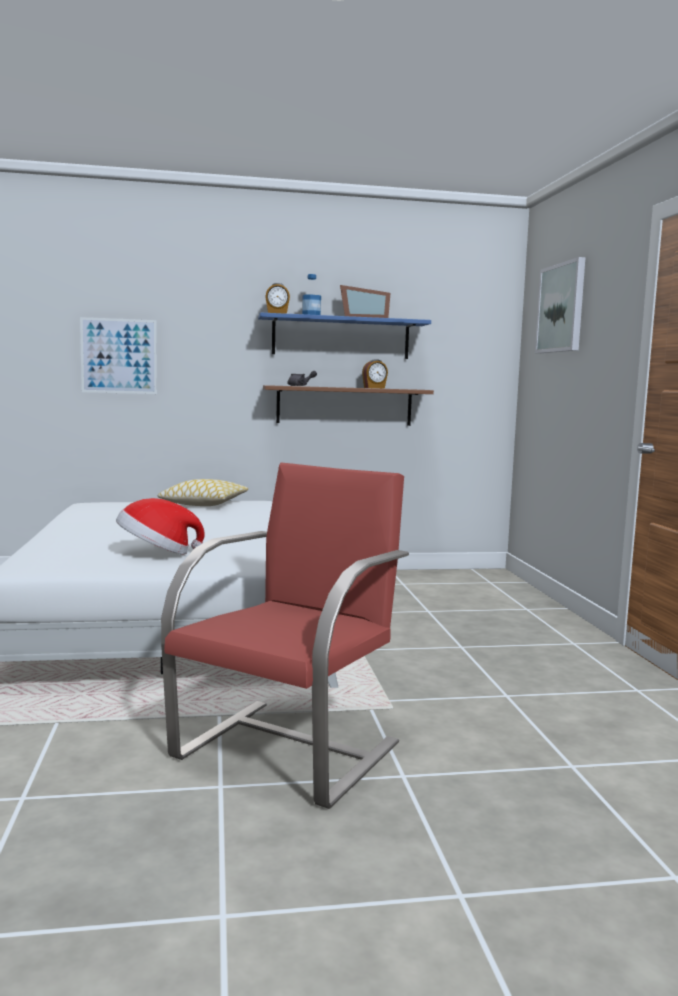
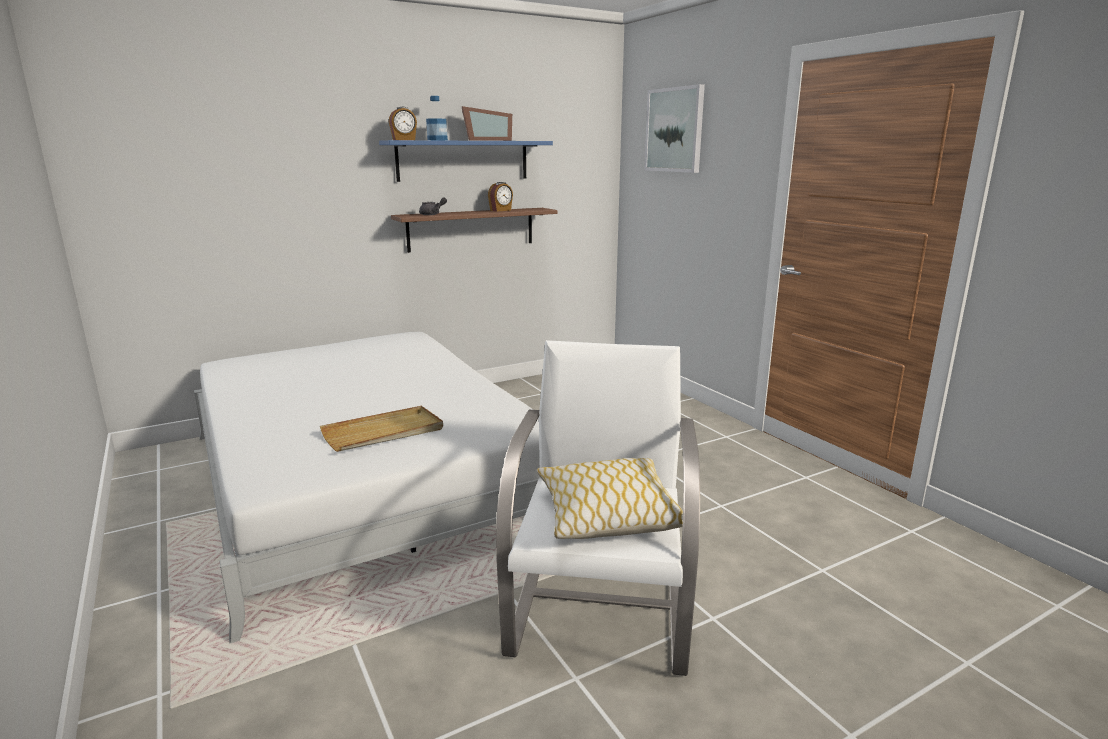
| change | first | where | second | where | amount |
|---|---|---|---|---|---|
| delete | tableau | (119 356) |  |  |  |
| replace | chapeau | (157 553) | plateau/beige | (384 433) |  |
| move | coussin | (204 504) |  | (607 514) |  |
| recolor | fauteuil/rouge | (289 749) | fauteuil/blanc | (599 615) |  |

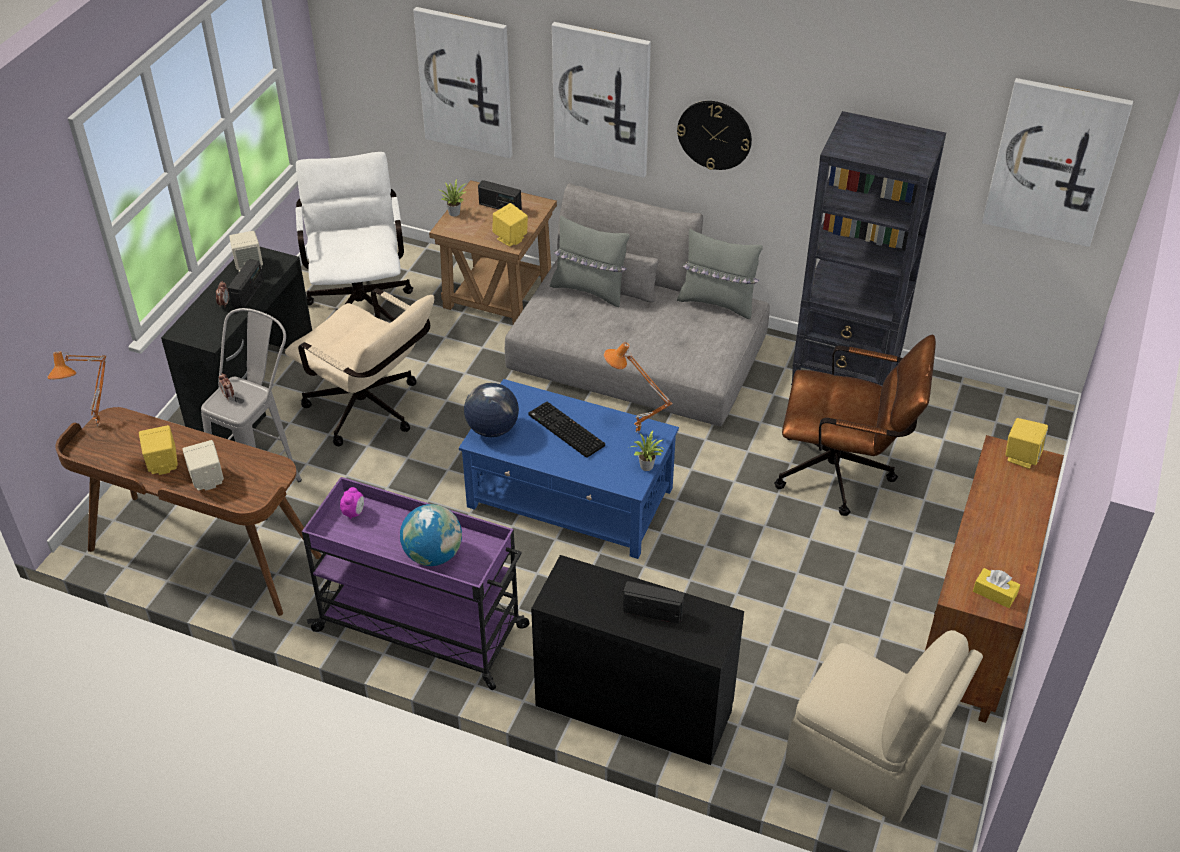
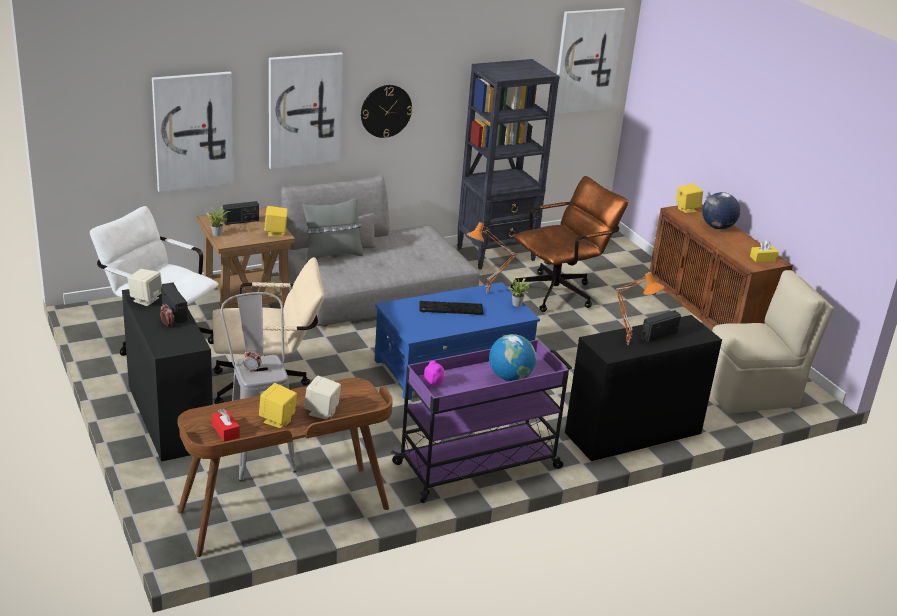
| change | first | where | second | where | amount |
|---|---|---|---|---|---|
| move | lampe de table/orange | (100 425) |  | (629 344) |  |
| move | globe | (492 429) |  | (717 227) |  |
| delete | coussin/gris | (717 303) |  |  |  |
| insert |  |  | boîte à mouchoirs/rouge | (225 431) |  |

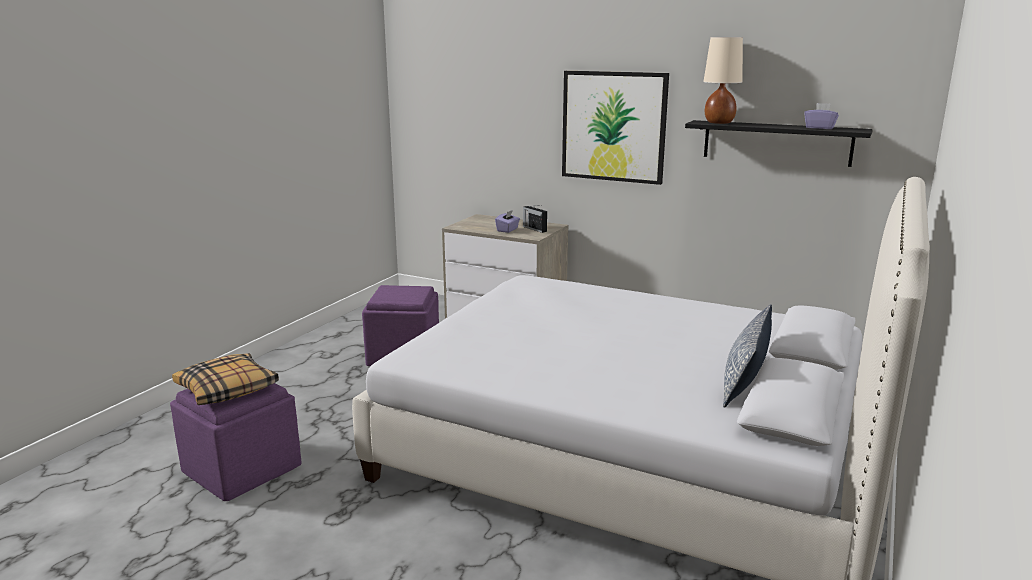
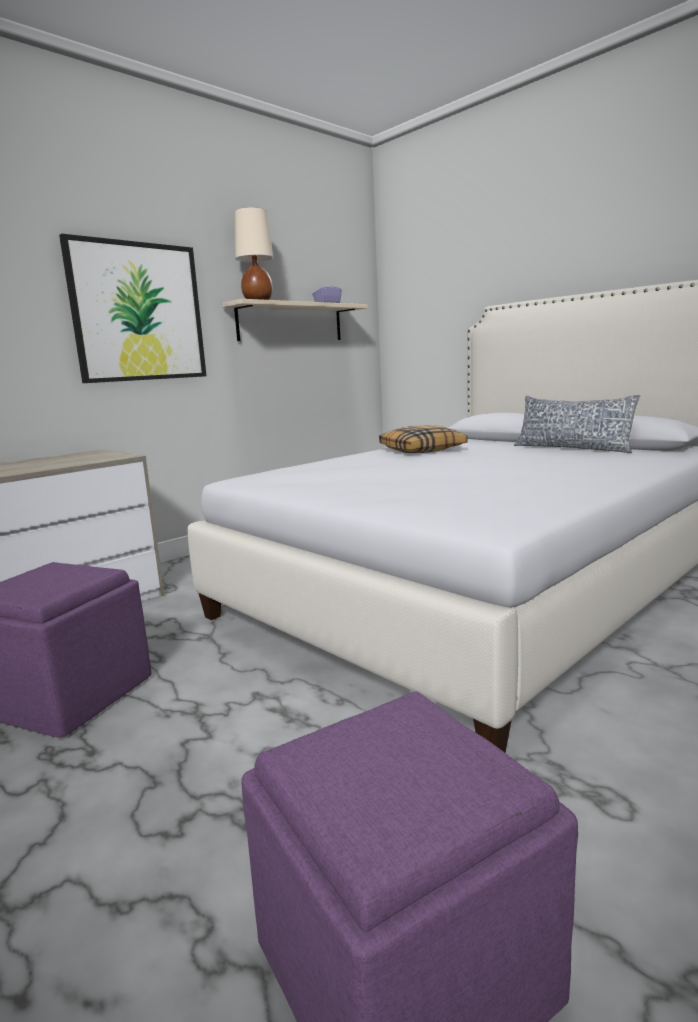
| change | first | where | second | where | amount |
|---|---|---|---|---|---|
| move | coussin | (227 390) |  | (422 450) |  |
| delete | boîte à mouchoirs/violet | (507 230) |  |  |  |
| delete | radio | (534 229) |  |  |  |
| recolor | étagère/noir | (776 143) | étagère/beige | (291 323) |  |

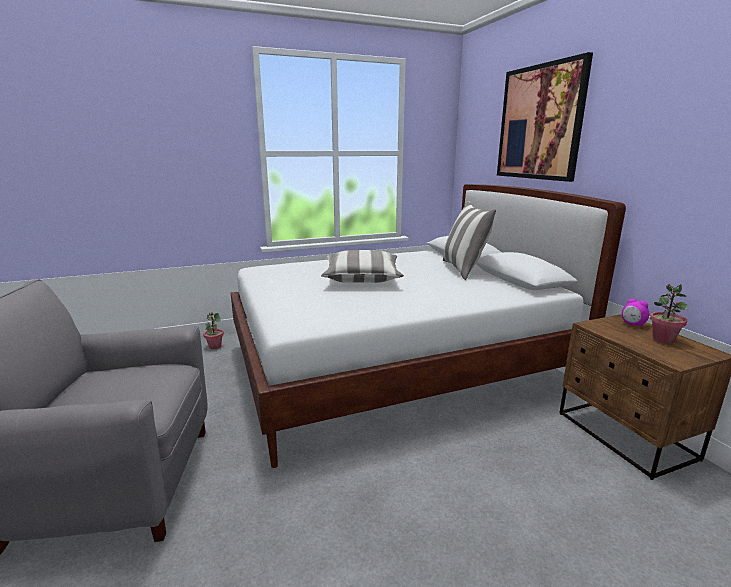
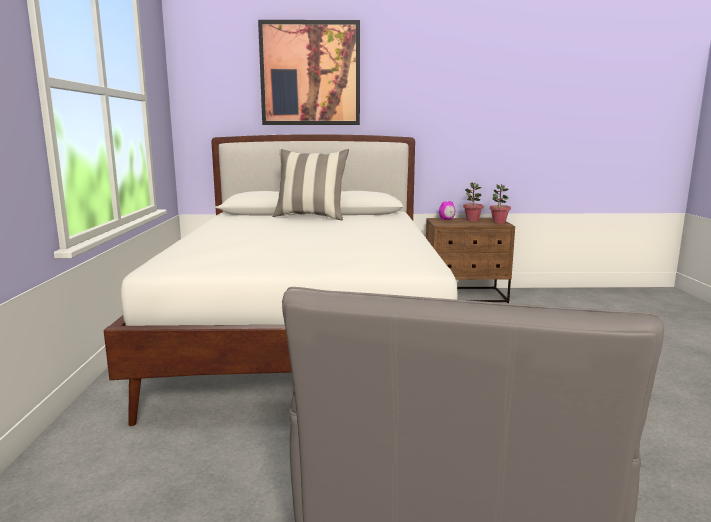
| change | first | where | second | where | amount |
|---|---|---|---|---|---|
| move | plante en pot | (215 346) |  | (499 222) |  |
| delete | coussin | (362 279) |  |  |  |

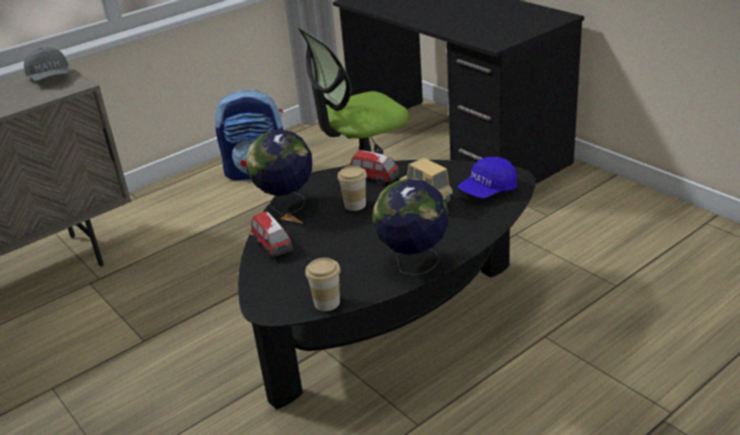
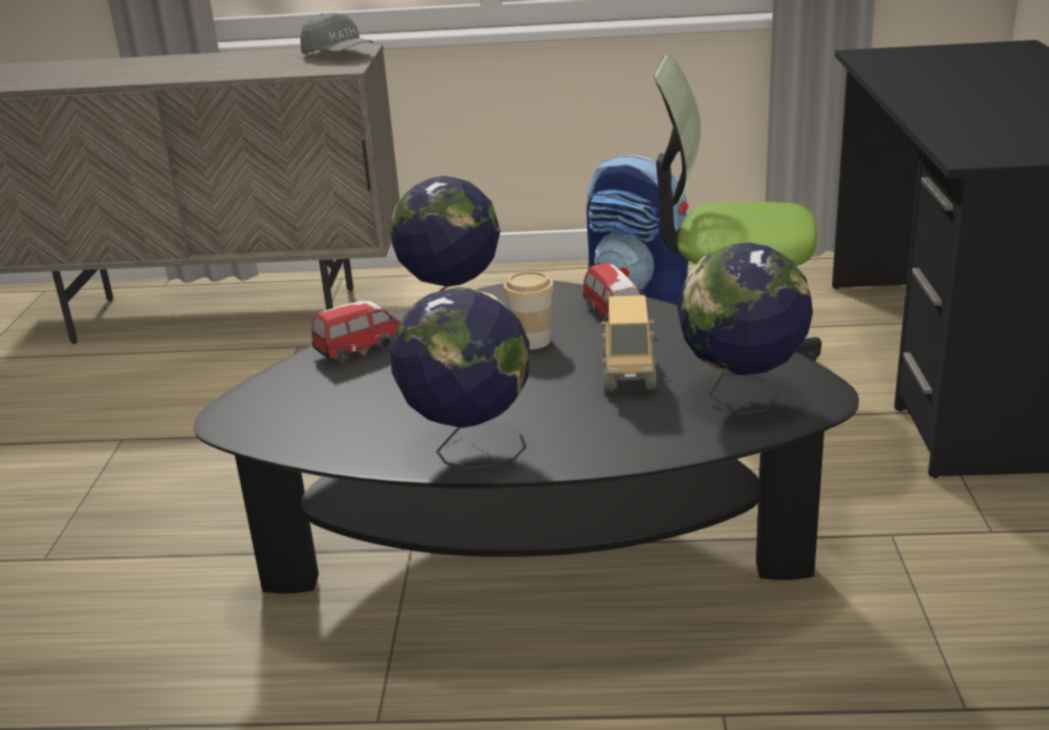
| change | first | where | second | where | amount |
|---|---|---|---|---|---|
| rotate | casquette/gris | (50 78) |  | (338 55) | 60 degrees counterclockwise |
| rotate | petite voiture | (273 246) |  | (359 349) | 135 degrees counterclockwise |
| delete | tasse | (327 303) |  |  |  |
| replace | casquette/bleu | (487 191) | globe | (741 399) |  |

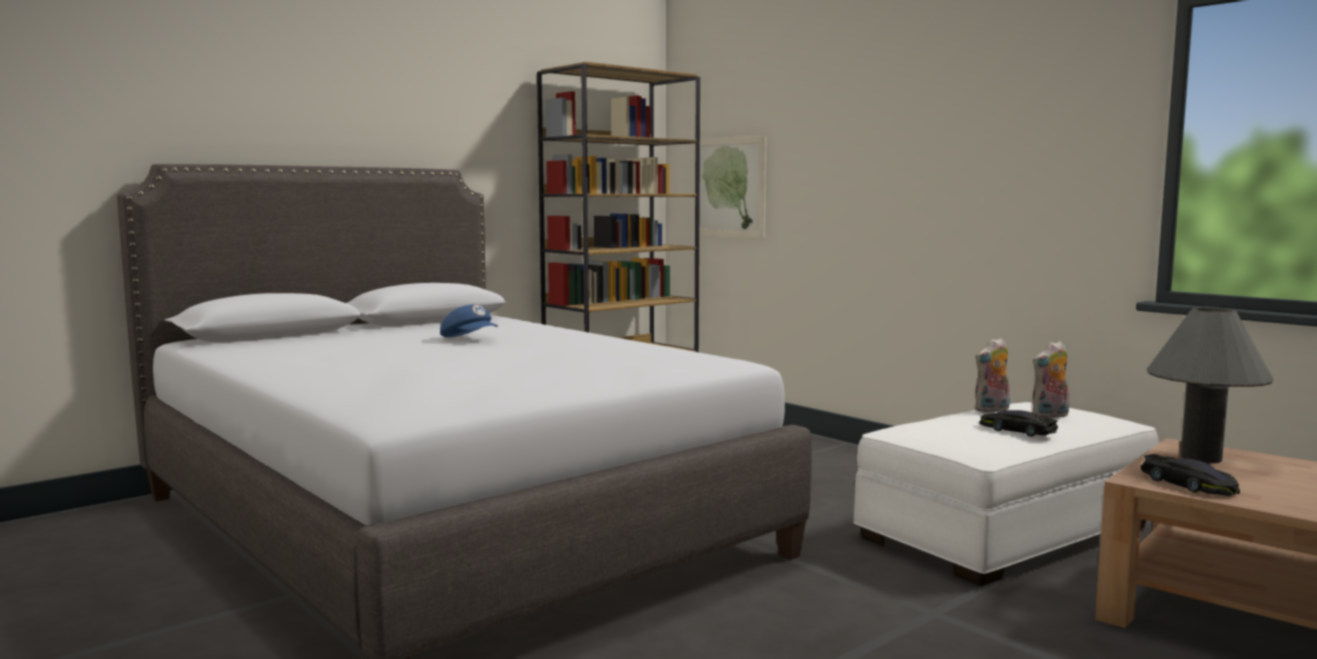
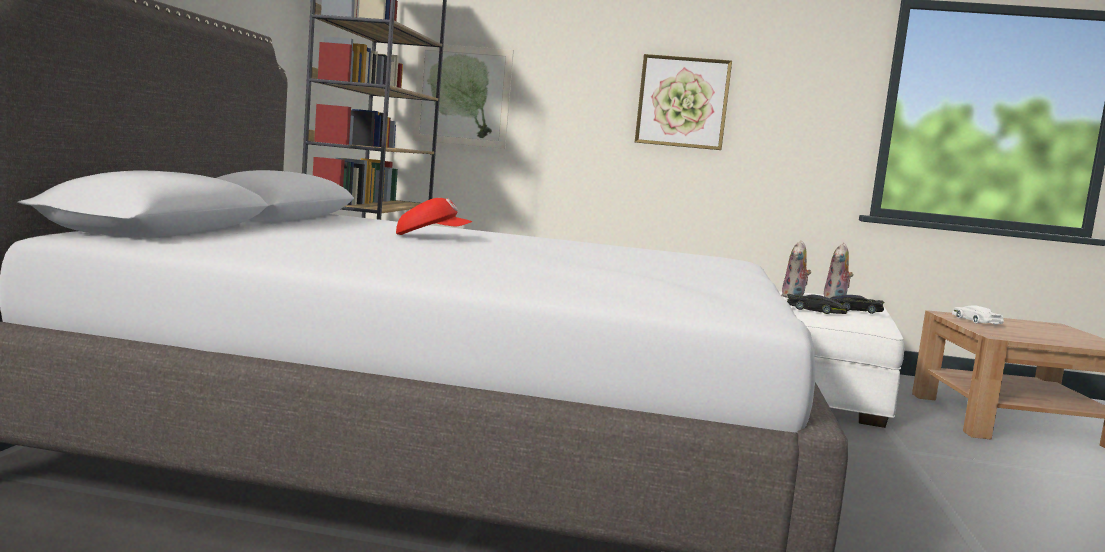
| change | first | where | second | where | amount |
|---|---|---|---|---|---|
| recolor | casquette/bleu | (470 339) | casquette/rouge | (432 237) |  |
| move | petite voiture/noir | (1189 484) |  | (815 310) |  |
| replace | lampe de table/gris | (1201 458) | petite voiture/blanc | (975 321) |  |
| insert |  |  | tableau | (682 102) |  |

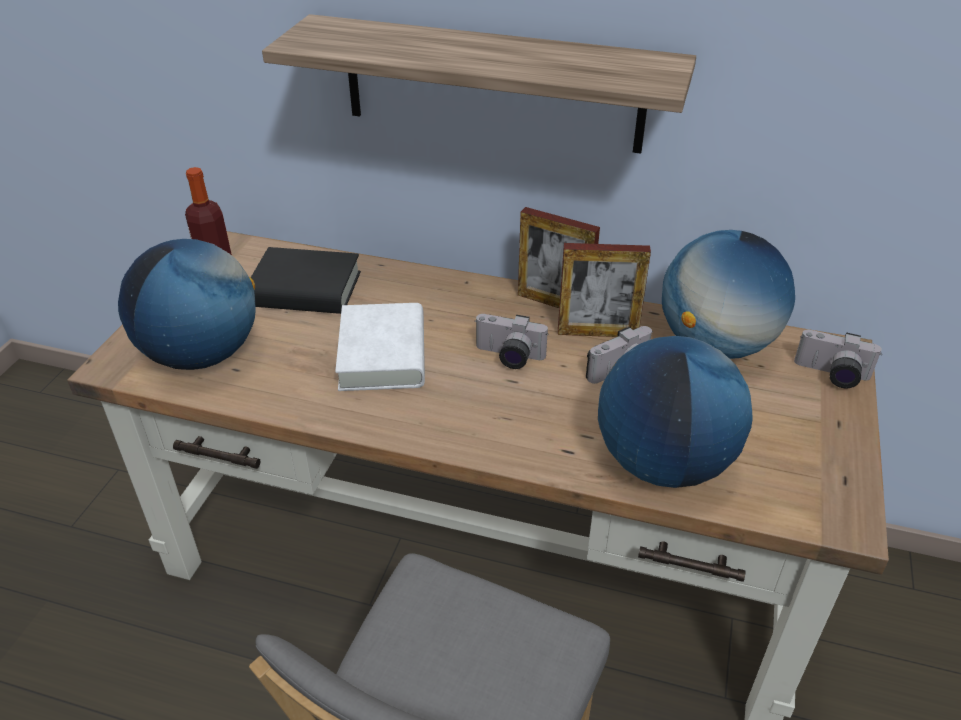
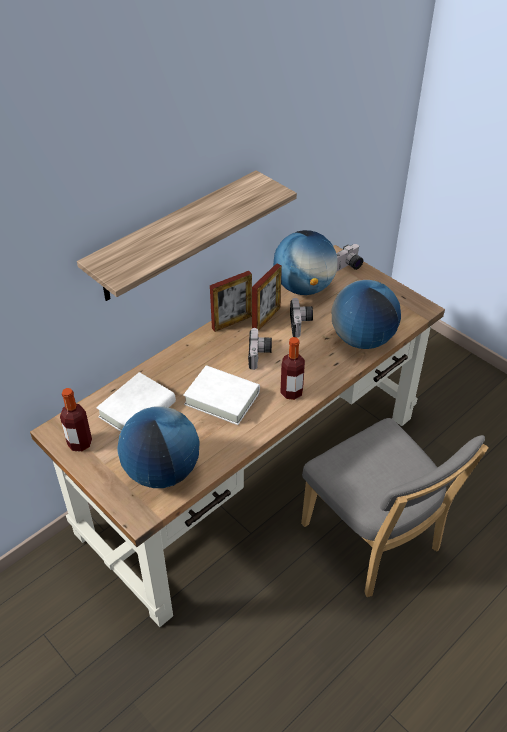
| change | first | where | second | where | amount |
|---|---|---|---|---|---|
| recolor | livre/noir | (305 290) | livre/blanc | (137 410) |  |
| rotate | appareil photo | (508 357) |  | (260 355) | 45 degrees counterclockwise |
| insert |  |  | bouteille | (291 392) |  |

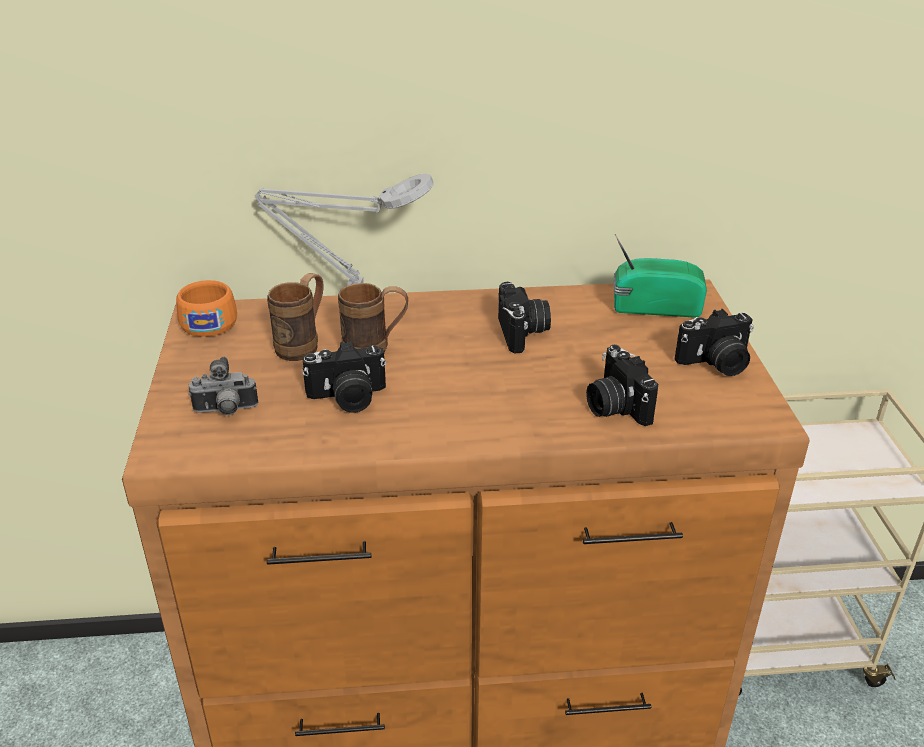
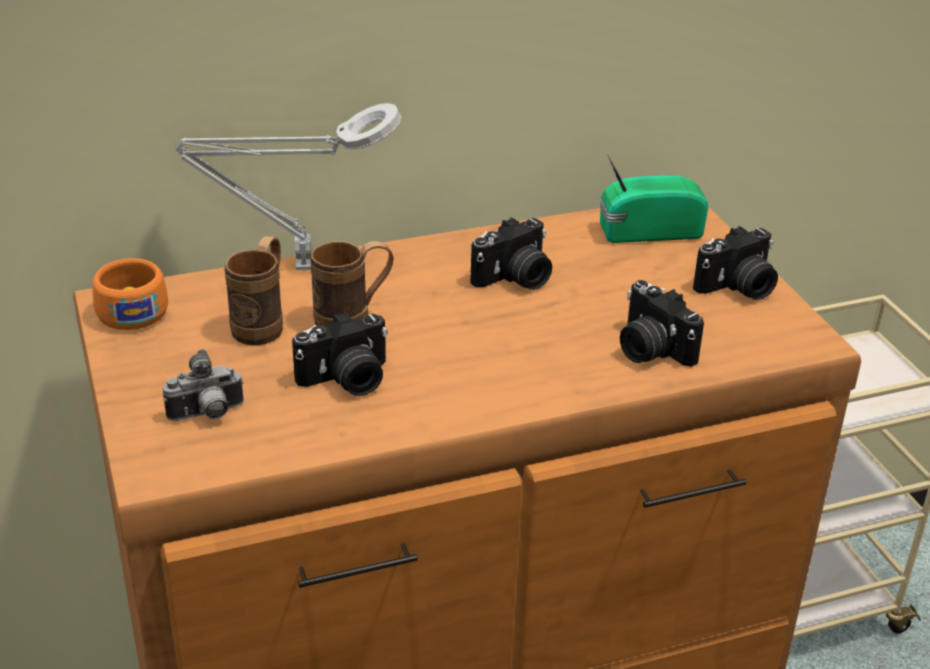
| change | first | where | second | where | amount |
|---|---|---|---|---|---|
| rotate | appareil photo | (523 333) |  | (515 279) | 75 degrees clockwise |

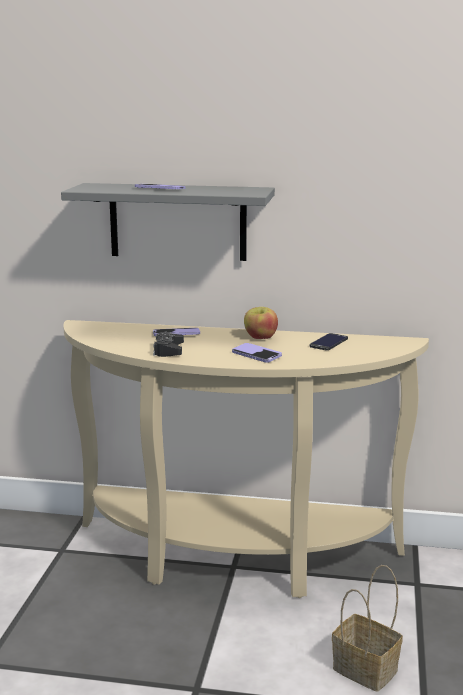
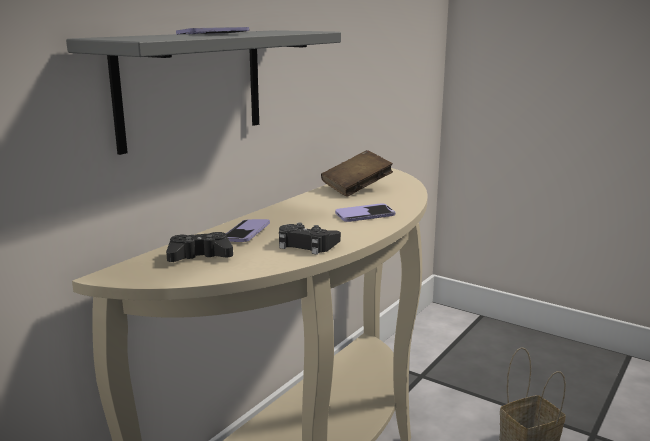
| change | first | where | second | where | amount |
|---|---|---|---|---|---|
| delete | pomme | (260 338) |  |  |  |
| replace | téléphone | (328 342) | livre/marron | (356 188) |  |
| insert |  |  | manette/noir | (200 256) |  |

